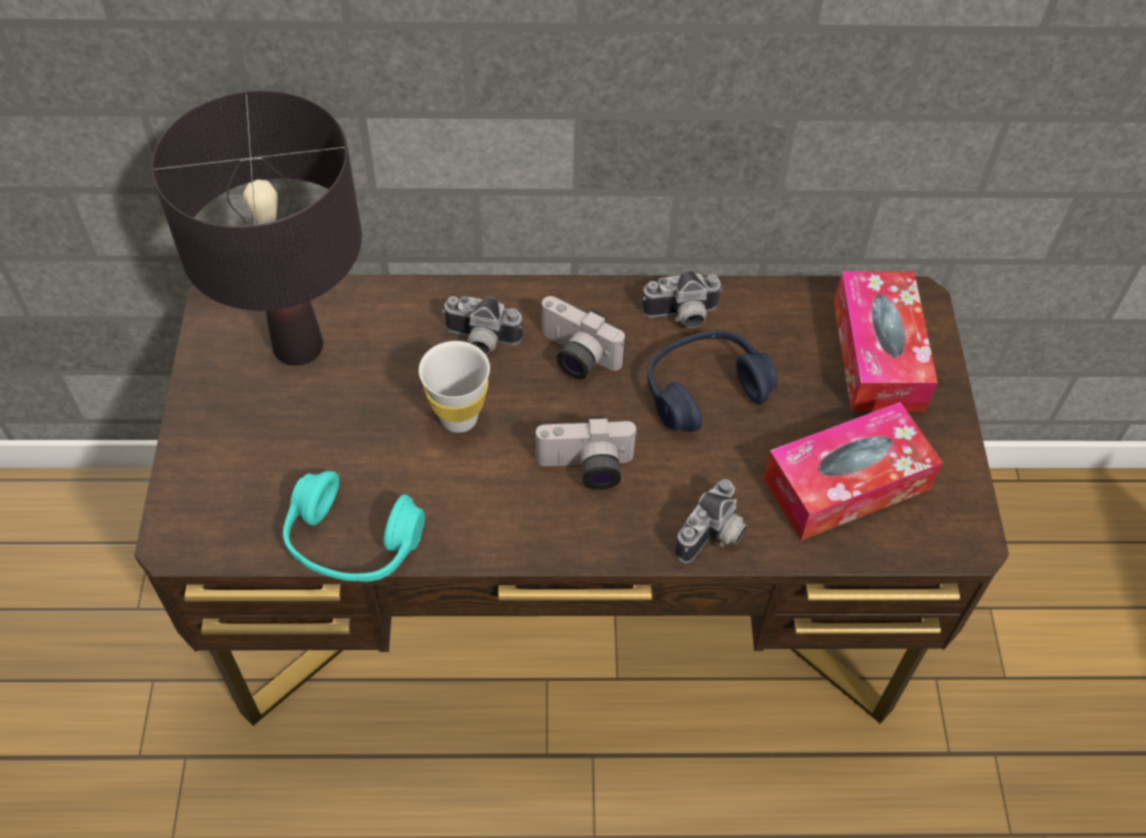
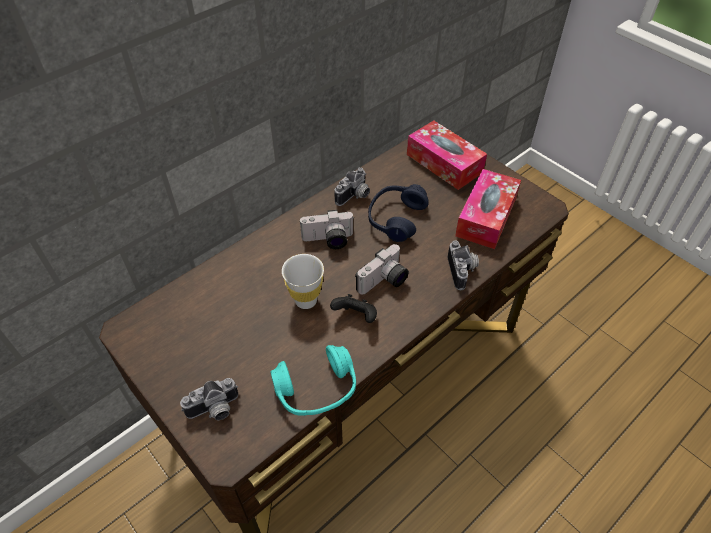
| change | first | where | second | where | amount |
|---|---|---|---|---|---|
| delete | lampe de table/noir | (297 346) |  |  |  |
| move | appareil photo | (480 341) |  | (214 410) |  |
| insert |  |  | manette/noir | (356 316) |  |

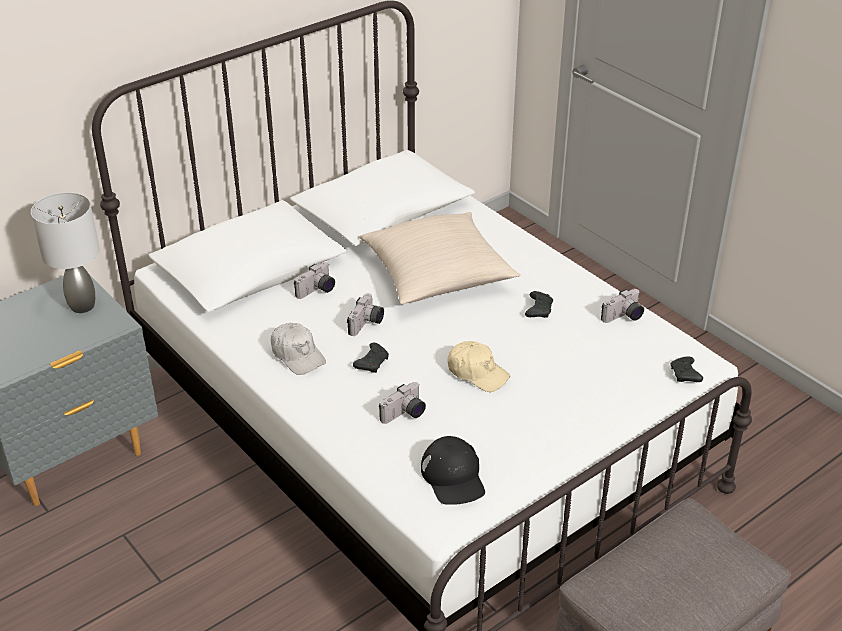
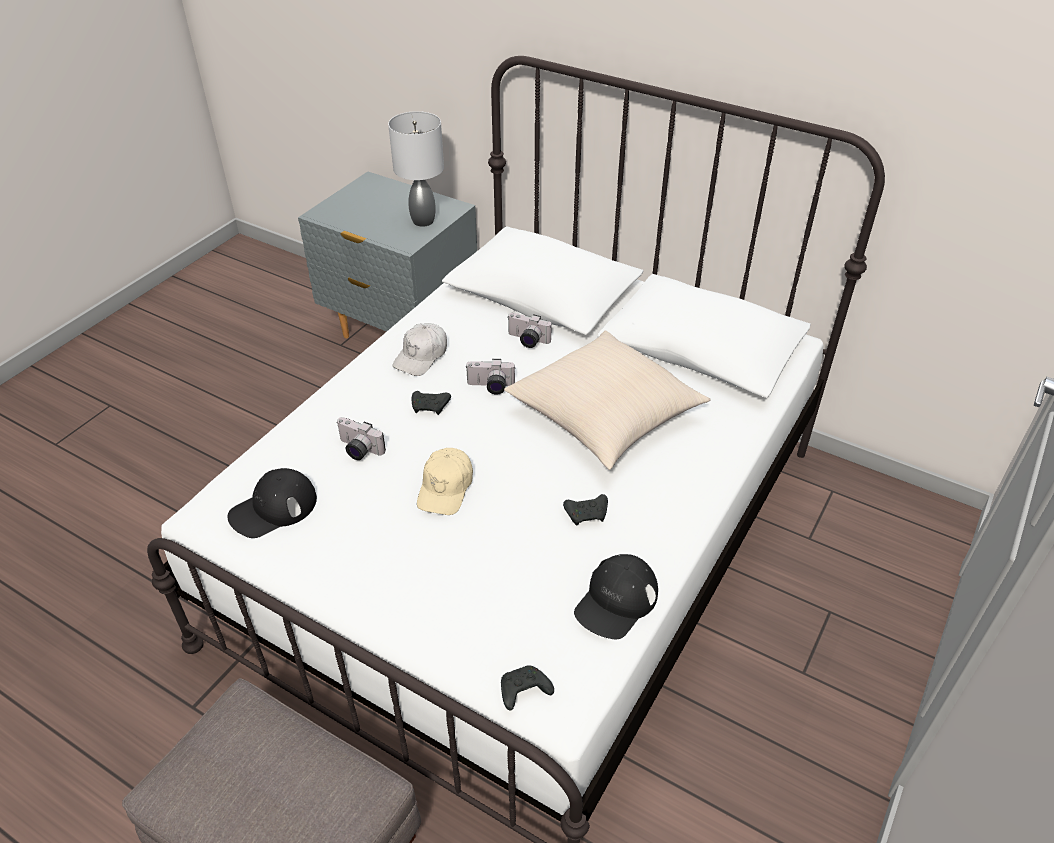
| change | first | where | second | where | amount |
|---|---|---|---|---|---|
| replace | appareil photo | (624 317) | casquette/noir | (616 601) |  |

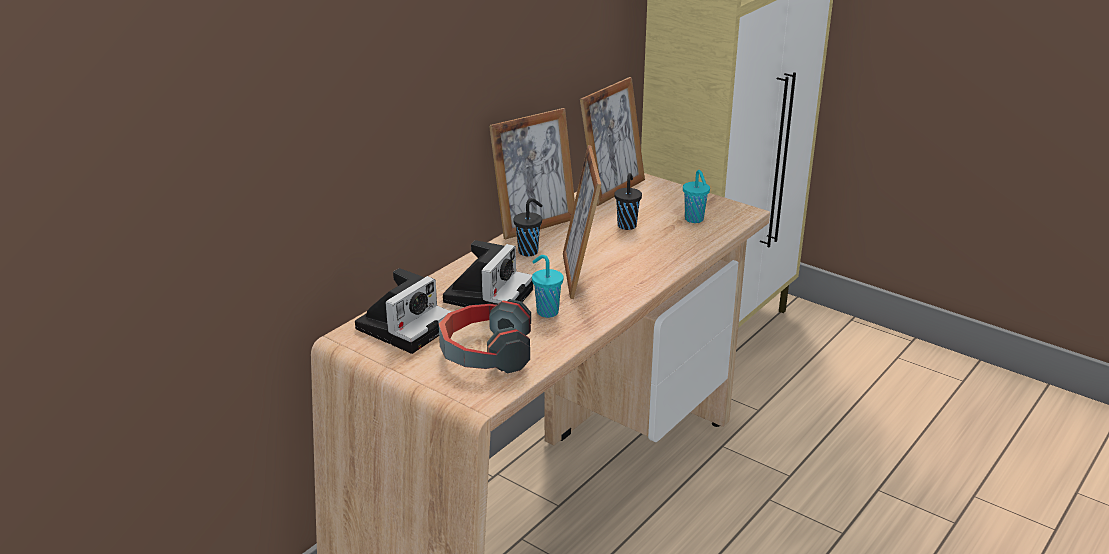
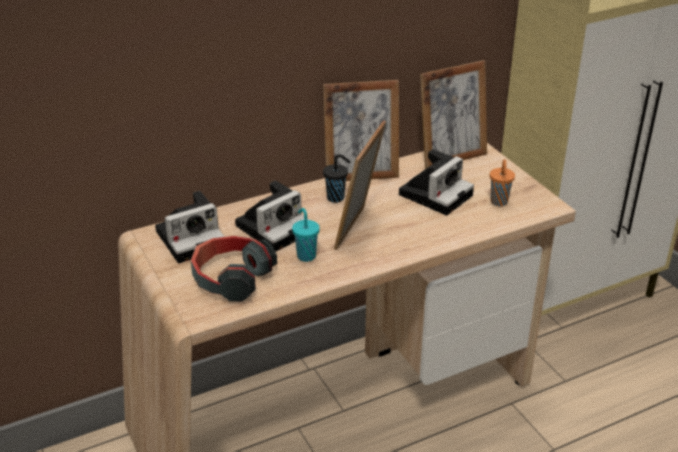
| change | first | where | second | where | amount |
|---|---|---|---|---|---|
| replace | tasse/noir | (627 225) | appareil photo | (436 193) |  |
| recolor | tasse/turquoise | (694 220) | tasse/orange | (499 202) |  |

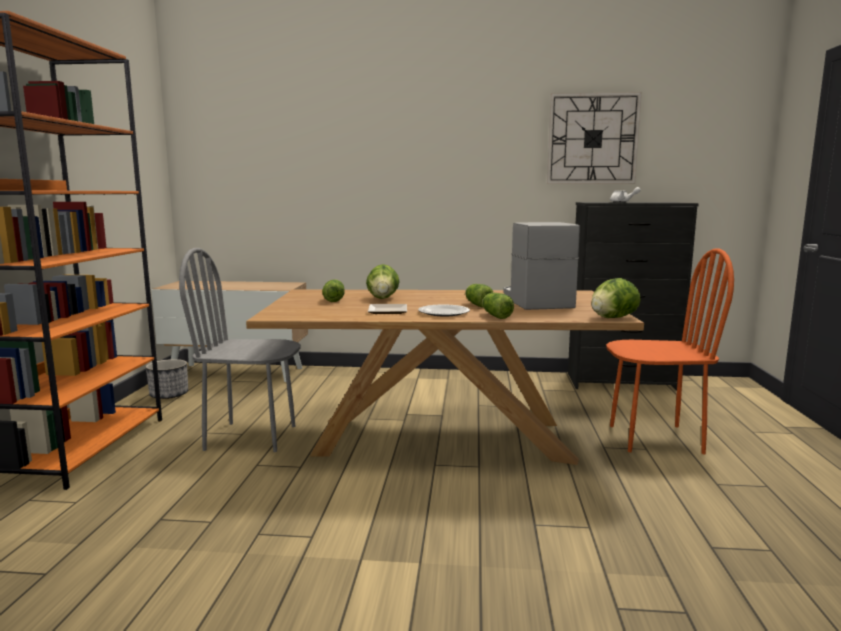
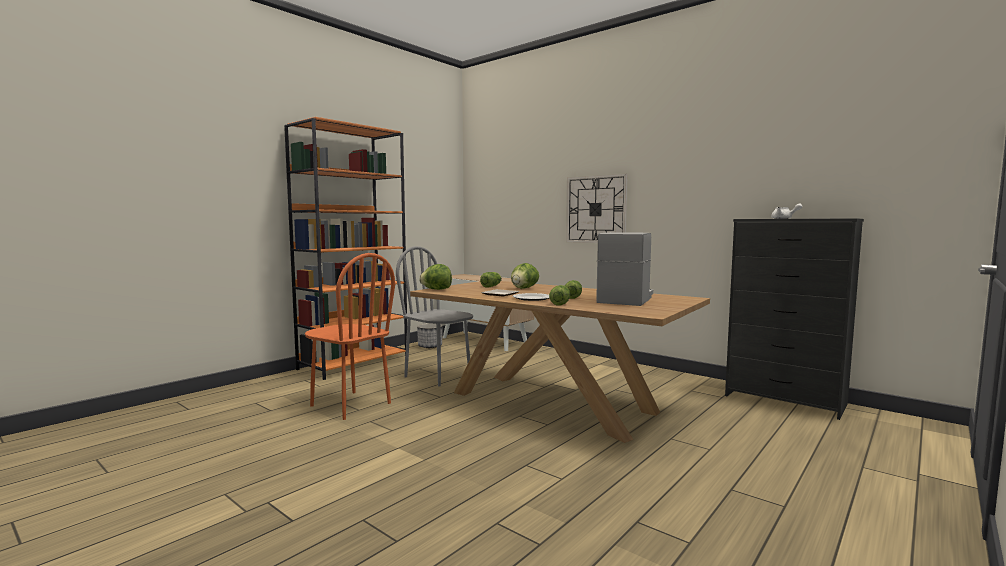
| change | first | where | second | where | amount |
|---|---|---|---|---|---|
| move | horloge murale | (592 139) |  | (596 209) |  |
| move | laitue | (612 318) |  | (436 289) |  |
| move | chaise/orange | (654 439) |  | (350 405) |  |

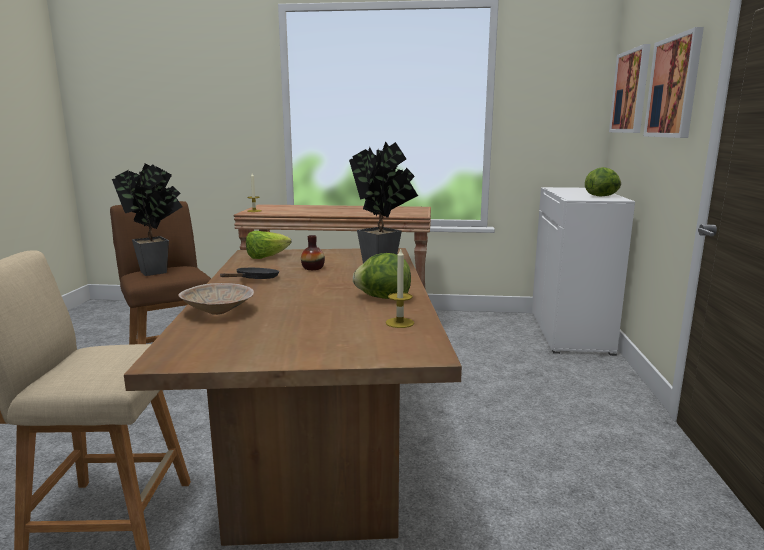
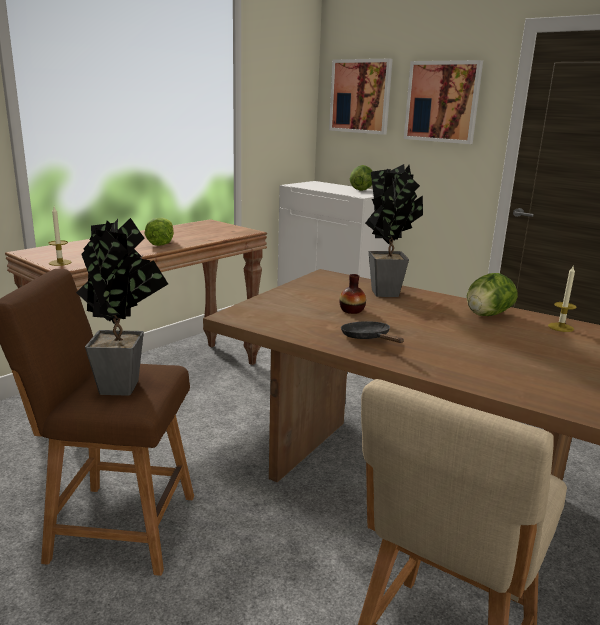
| change | first | where | second | where | amount |
|---|---|---|---|---|---|
| delete | bol/beige | (219 312) |  |  |  |
| move | laitue | (266 257) |  | (161 243) |  |

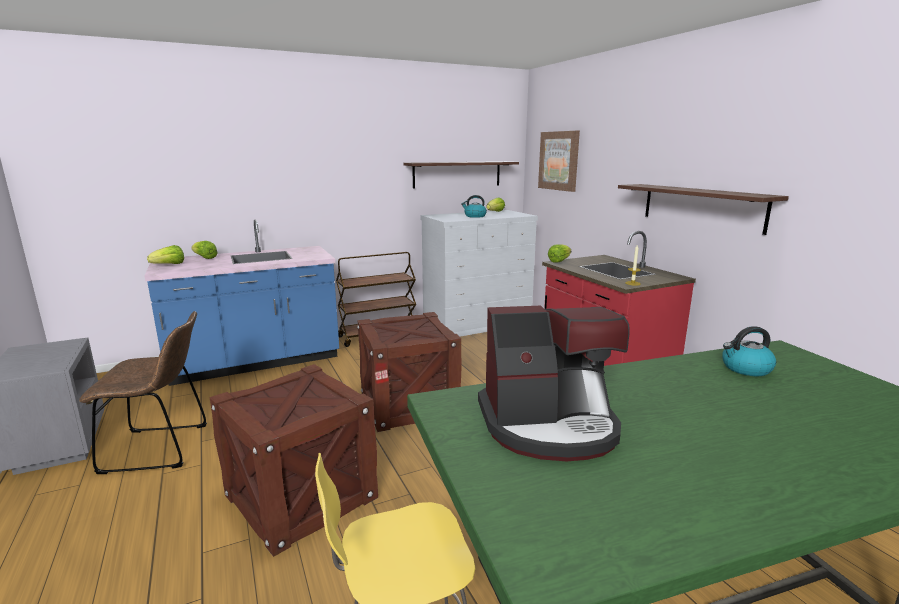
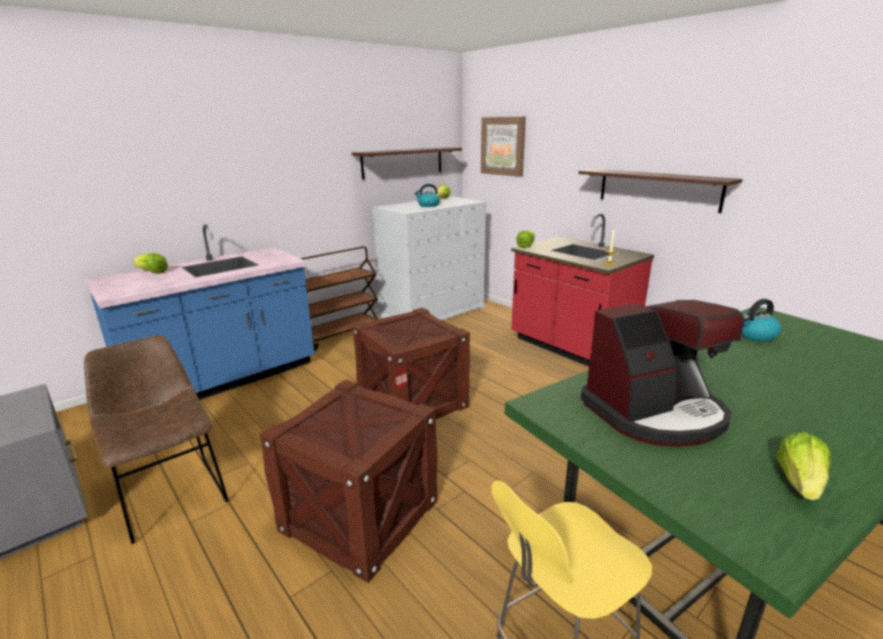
| change | first | where | second | where | amount |
|---|---|---|---|---|---|
| rotate | chaise/marron | (162 448) |  | (171 494) | 105 degrees counterclockwise |
| move | laitue | (169 265) |  | (799 482) |  |

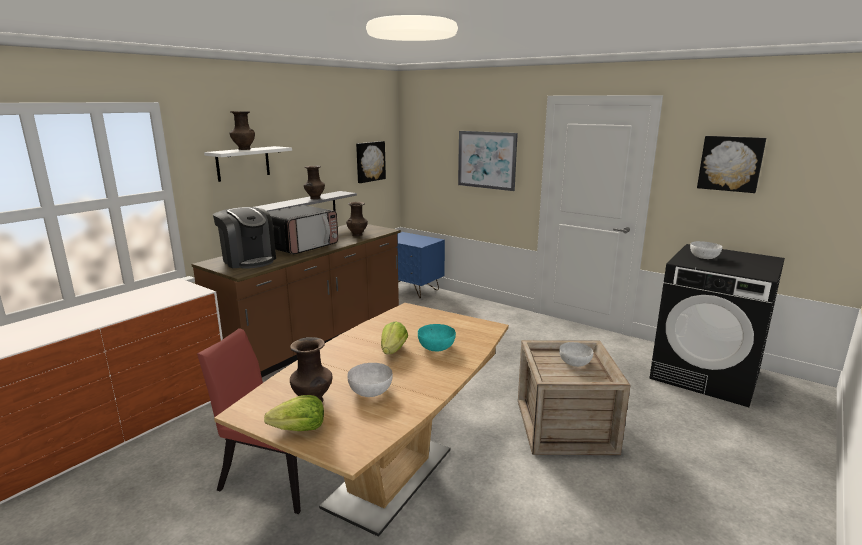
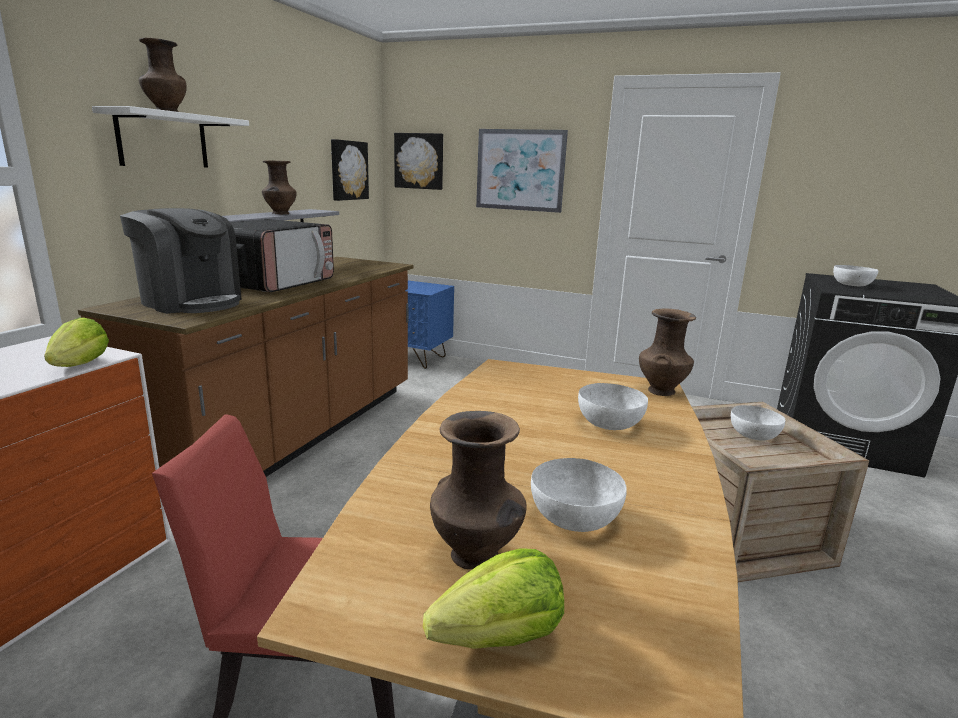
| change | first | where | second | where | amount |
|---|---|---|---|---|---|
| move | vase/marron | (357 235) |  | (661 390) |  |
| move | laitue | (393 351) |  | (80 365) |  |
| recolor | bol/turquoise | (437 347) | bol/blanc | (610 423) |  |
| move | tableau | (730 163) |  | (419 161) |  |

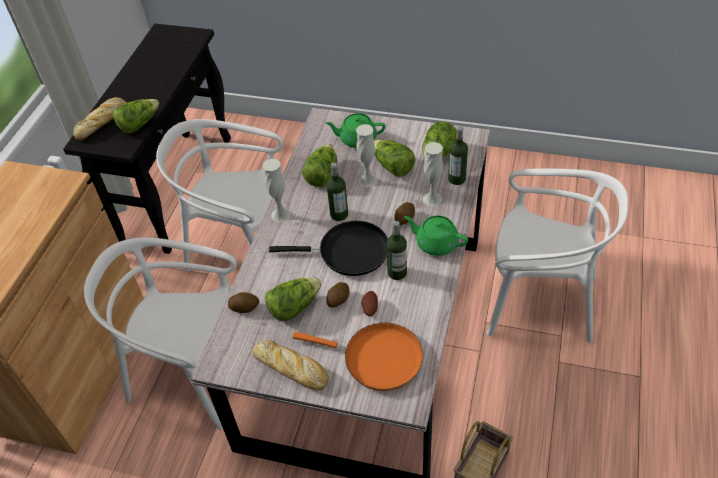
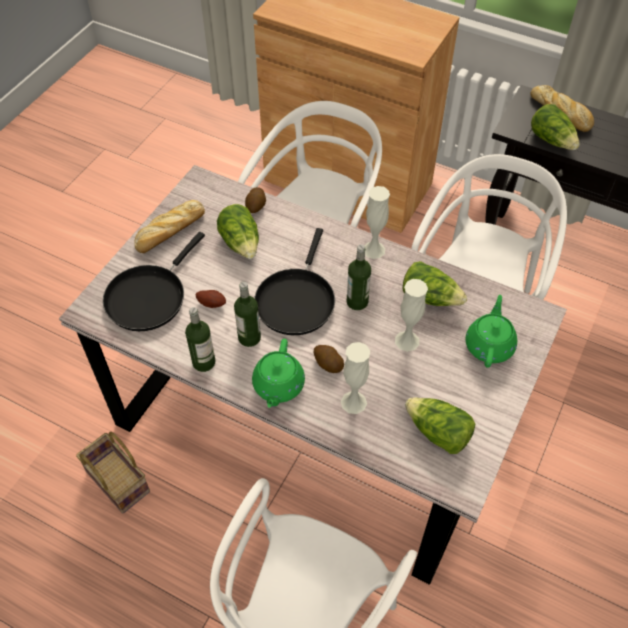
| change | first | where | second | where | amount |
|---|---|---|---|---|---|
| recolor | poêle/orange | (377 358) | poêle/noir | (149 297) |  |
| delete | pomme de terre | (338 300) |  |  |  |
| delete | laitue | (392 166) |  |  |  |
| rotate | théière/vert | (435 243) |  | (278 386) | 150 degrees clockwise |
| move | bouteille | (456 179) |  | (204 362) |  |

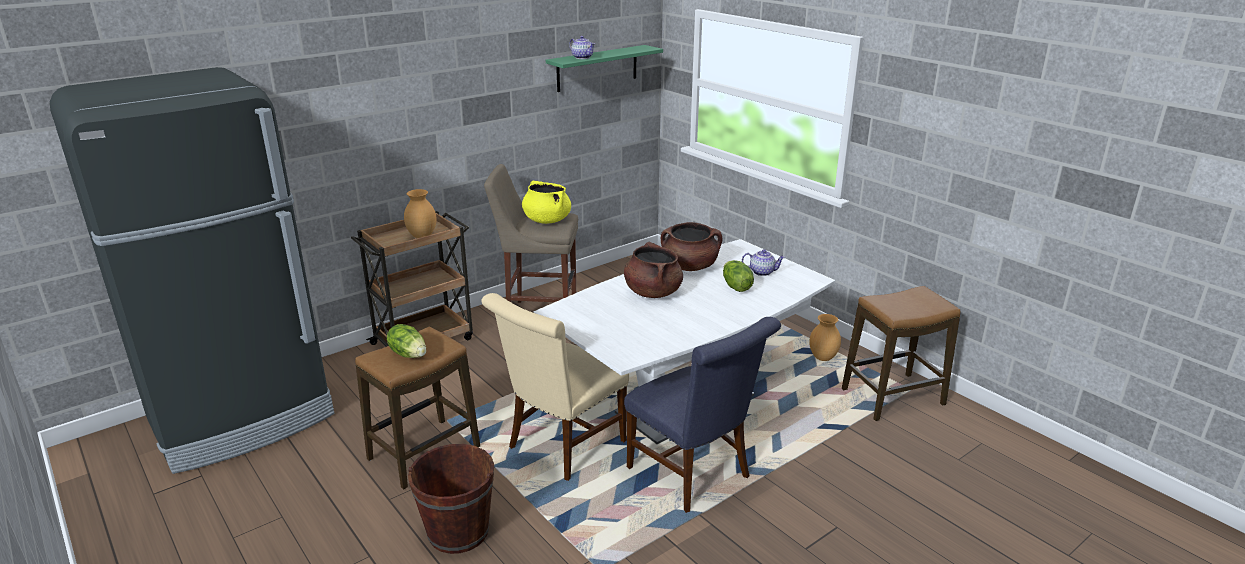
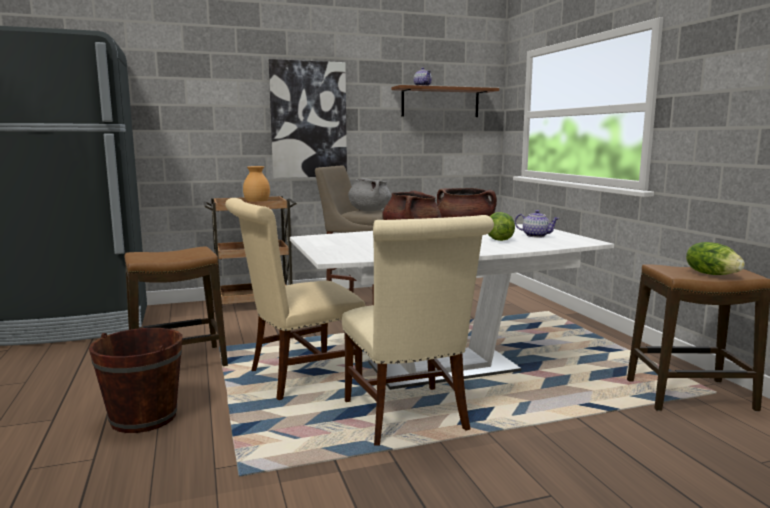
| change | first | where | second | where | amount |
|---|---|---|---|---|---|
| move | laitue | (409 354) |  | (712 274) |  |
| recolor | marmite/jaune | (546 220) | marmite/gris | (369 210) |  |
| recolor | étagère/vert | (597 68) | étagère/marron | (440 102) |  |
| recolor | chaise/bleu | (694 476) | chaise/beige | (409 419) |  |
| delete | vase/marron | (823 358) |  |  |  |
| insert |  |  | tableau | (308 120) |  |

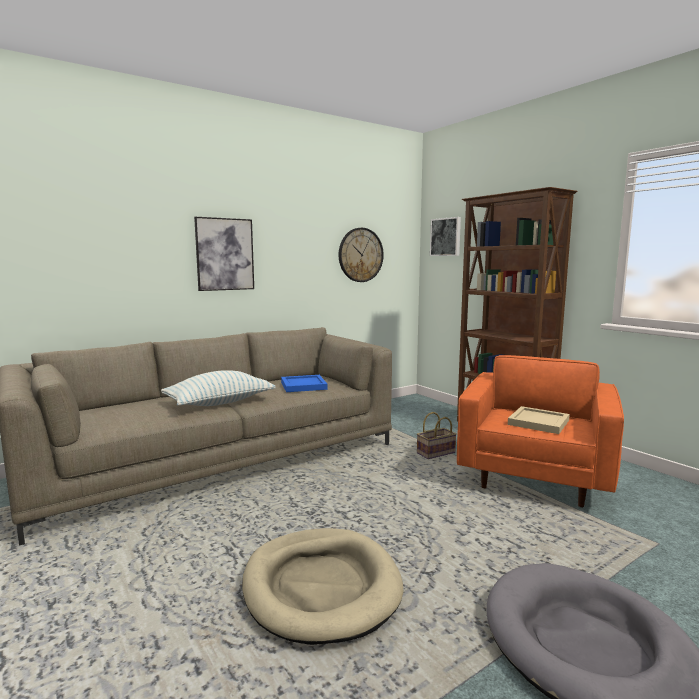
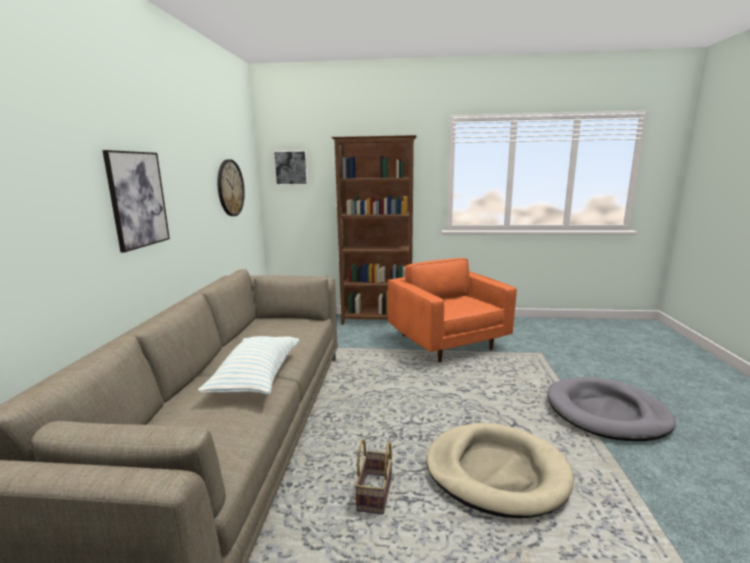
| change | first | where | second | where | amount |
|---|---|---|---|---|---|
| delete | plateau/bleu | (303 386) |  |  |  |
| move | panier | (435 453) |  | (375 494) |  |
| delete | plateau/beige | (539 422) |  |  |  |

